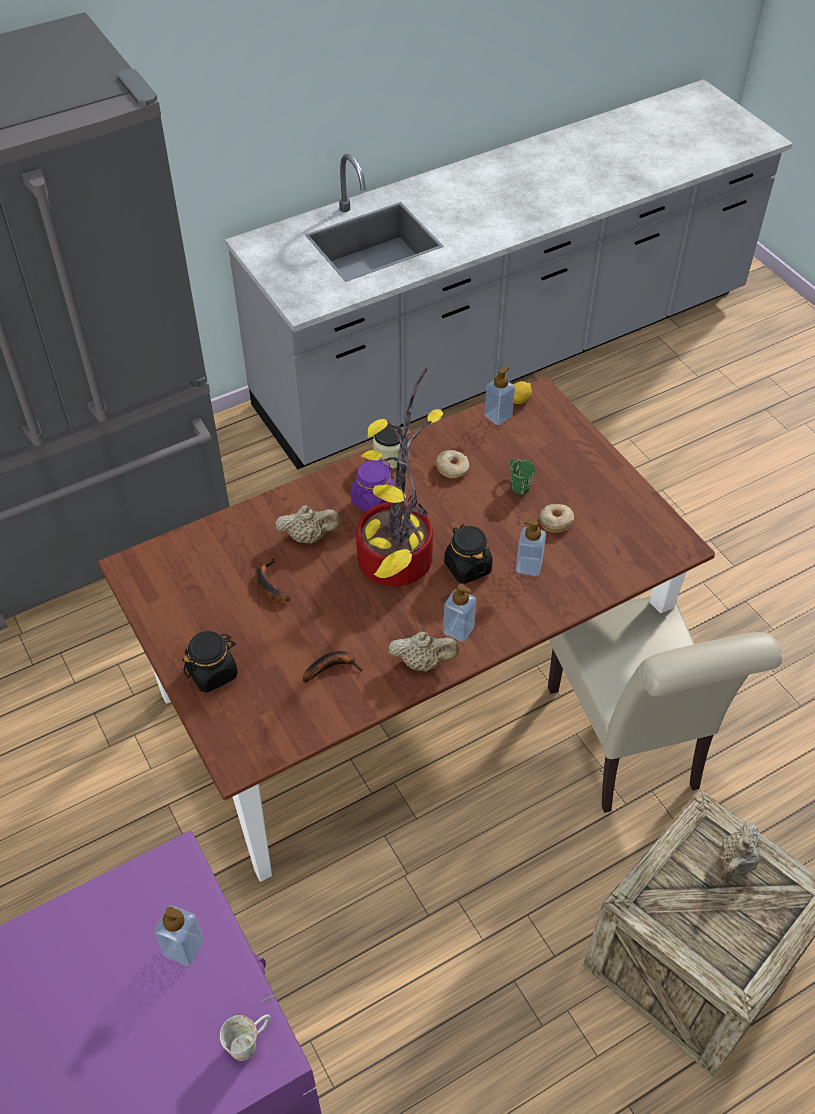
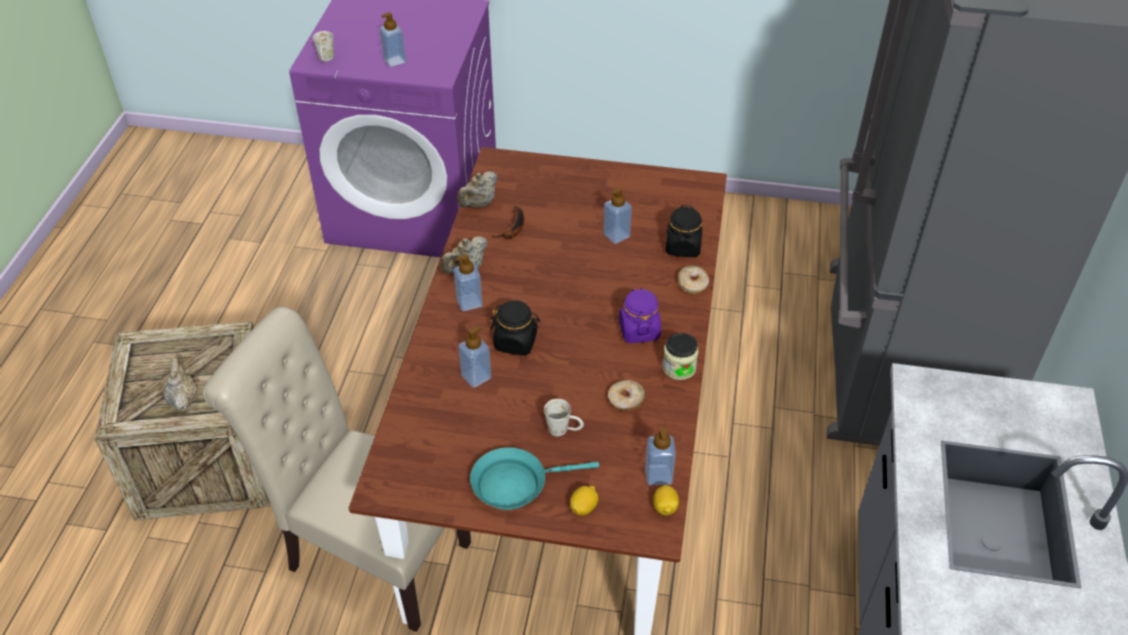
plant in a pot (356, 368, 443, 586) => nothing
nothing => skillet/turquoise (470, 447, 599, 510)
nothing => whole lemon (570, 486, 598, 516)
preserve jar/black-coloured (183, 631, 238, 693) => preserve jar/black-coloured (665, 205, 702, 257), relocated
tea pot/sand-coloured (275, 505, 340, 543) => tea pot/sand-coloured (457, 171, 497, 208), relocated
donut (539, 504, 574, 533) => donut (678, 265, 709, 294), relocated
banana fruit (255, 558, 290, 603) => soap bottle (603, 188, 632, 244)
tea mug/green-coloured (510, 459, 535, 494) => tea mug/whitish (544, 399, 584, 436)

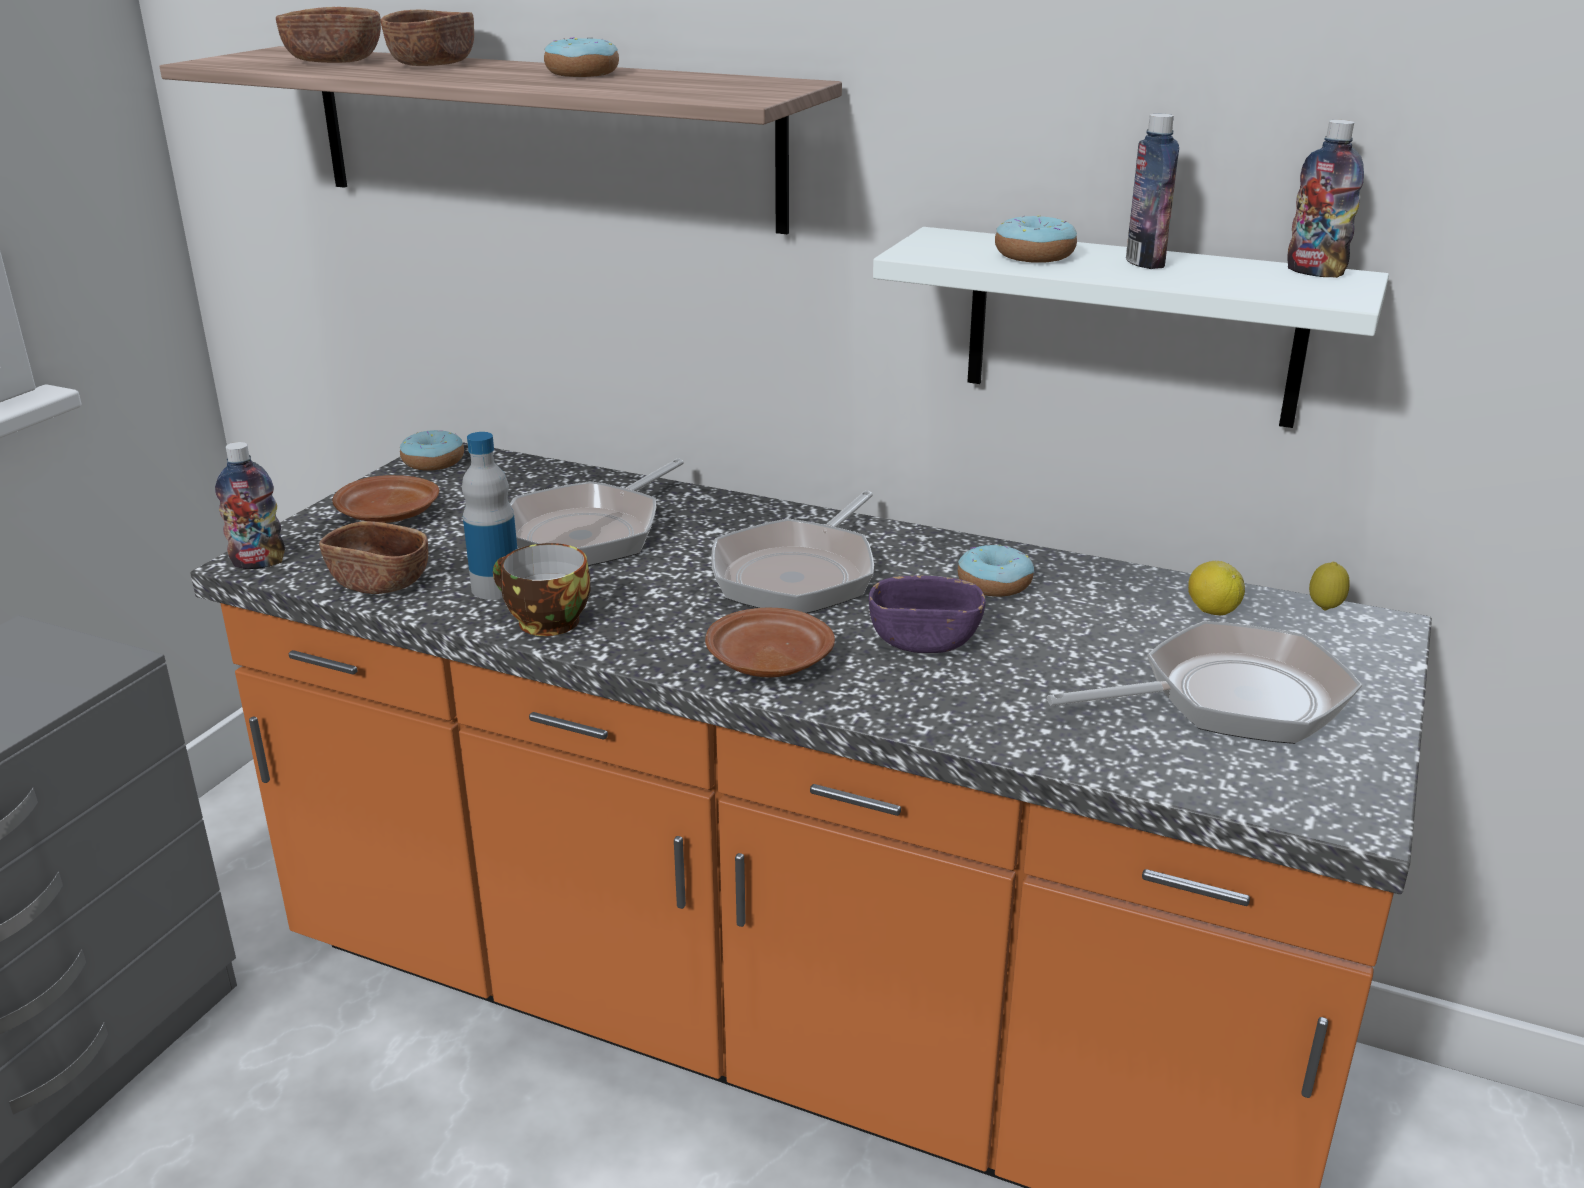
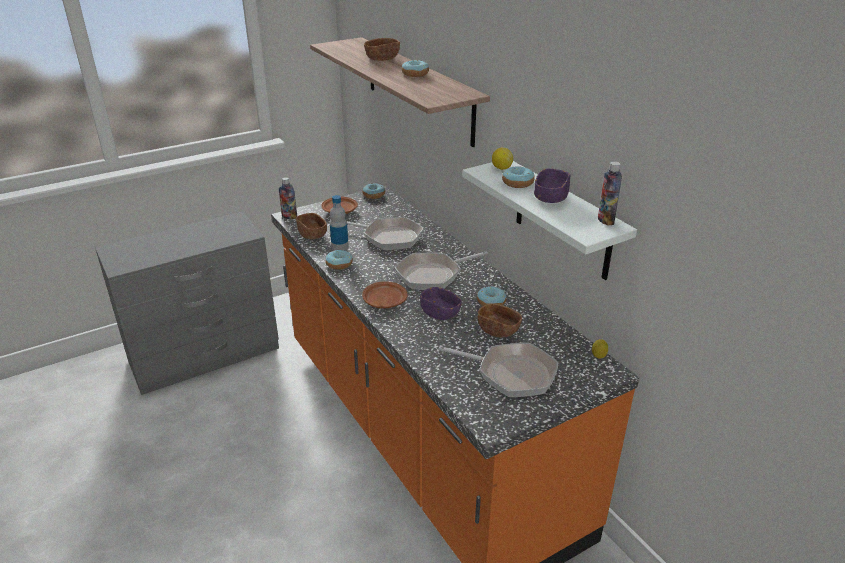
serving bowl/brown (276, 7, 381, 63) => serving bowl/brown (478, 303, 522, 338), relocated
whole lemon (1188, 561, 1245, 615) => whole lemon (492, 148, 513, 170), relocated
small cup (493, 543, 591, 636) => donut (325, 250, 353, 270)
drink bottle (1126, 114, 1179, 269) => serving bowl/purple-coloured (534, 169, 570, 203)
skillet (510, 459, 684, 566) => skillet (347, 217, 424, 250), 135 degrees counterclockwise

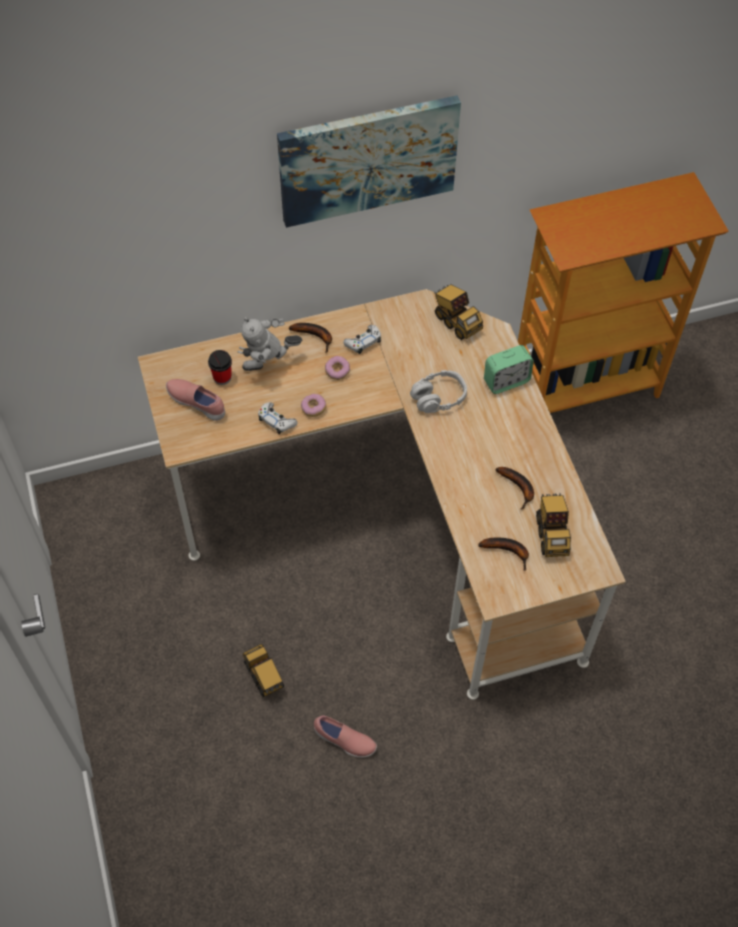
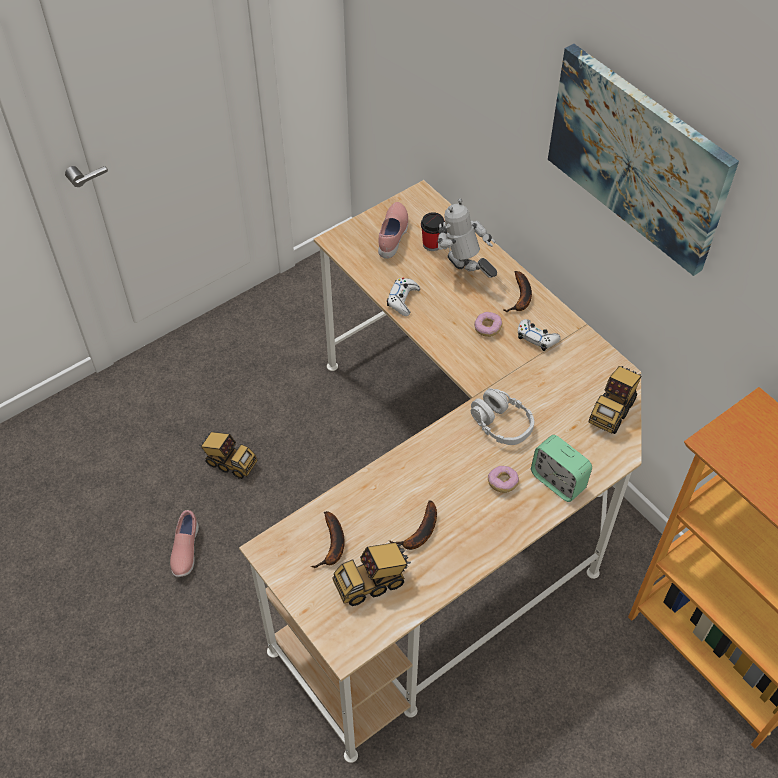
donut (301, 394, 326, 417) => donut (488, 466, 519, 493), relocated
toy lorry (243, 644, 284, 697) => toy lorry (199, 432, 258, 479), 75 degrees clockwise

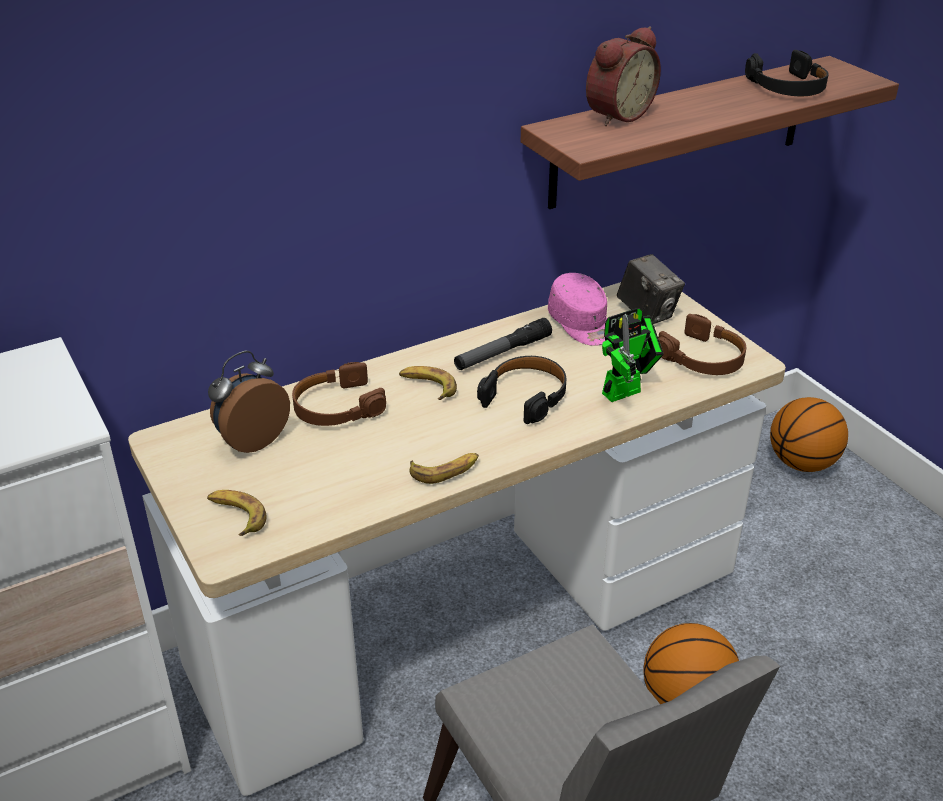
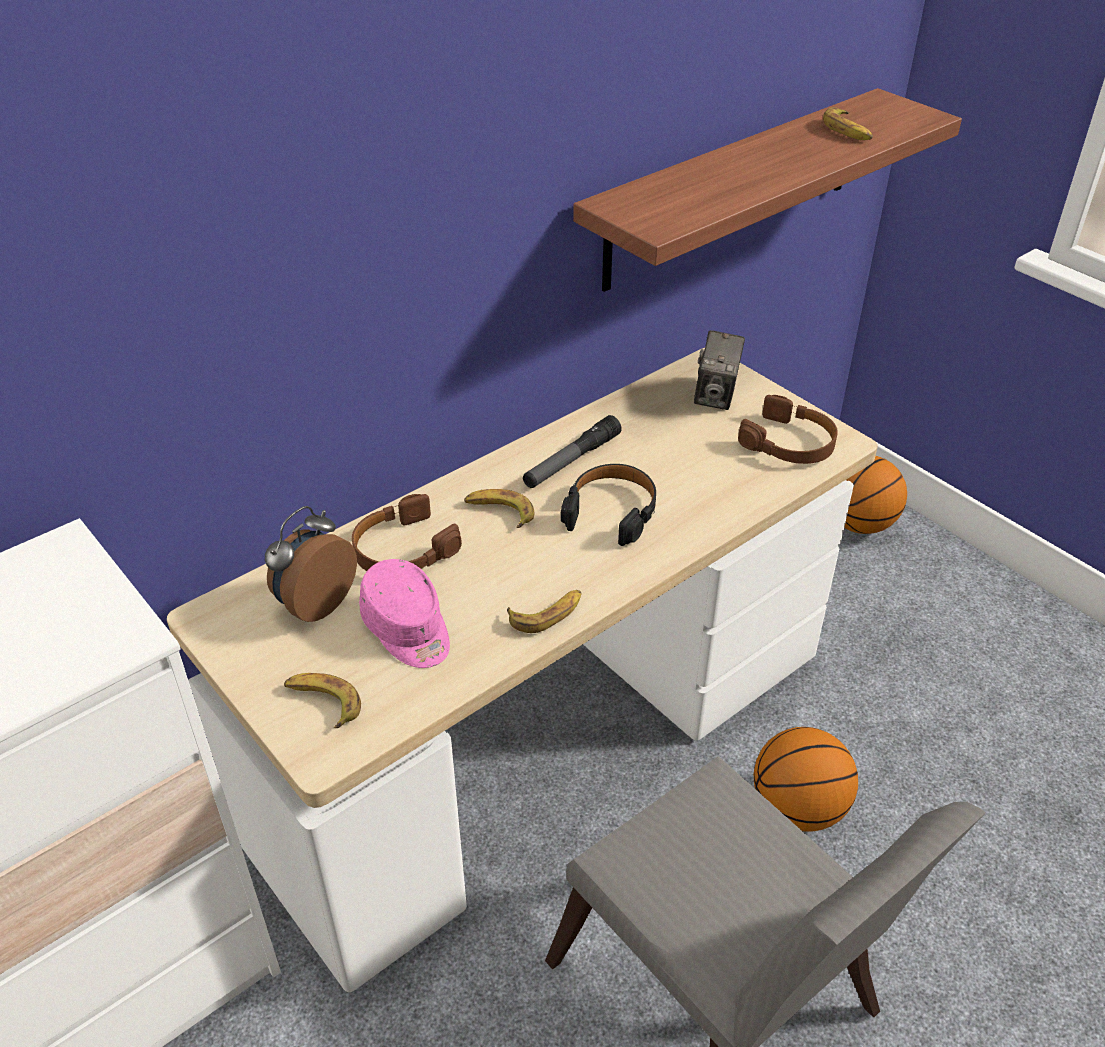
alarm clock (586, 26, 661, 126) => nothing
model robot (602, 308, 664, 402) => nothing
baseball cap/pink-coloured (548, 273, 607, 346) => baseball cap/pink-coloured (359, 559, 450, 668), relocated
headphones/black-coloured (745, 50, 829, 97) => banana fruit (823, 107, 873, 140)
photo camera (617, 254, 685, 324) => photo camera (694, 330, 745, 410), 60 degrees clockwise

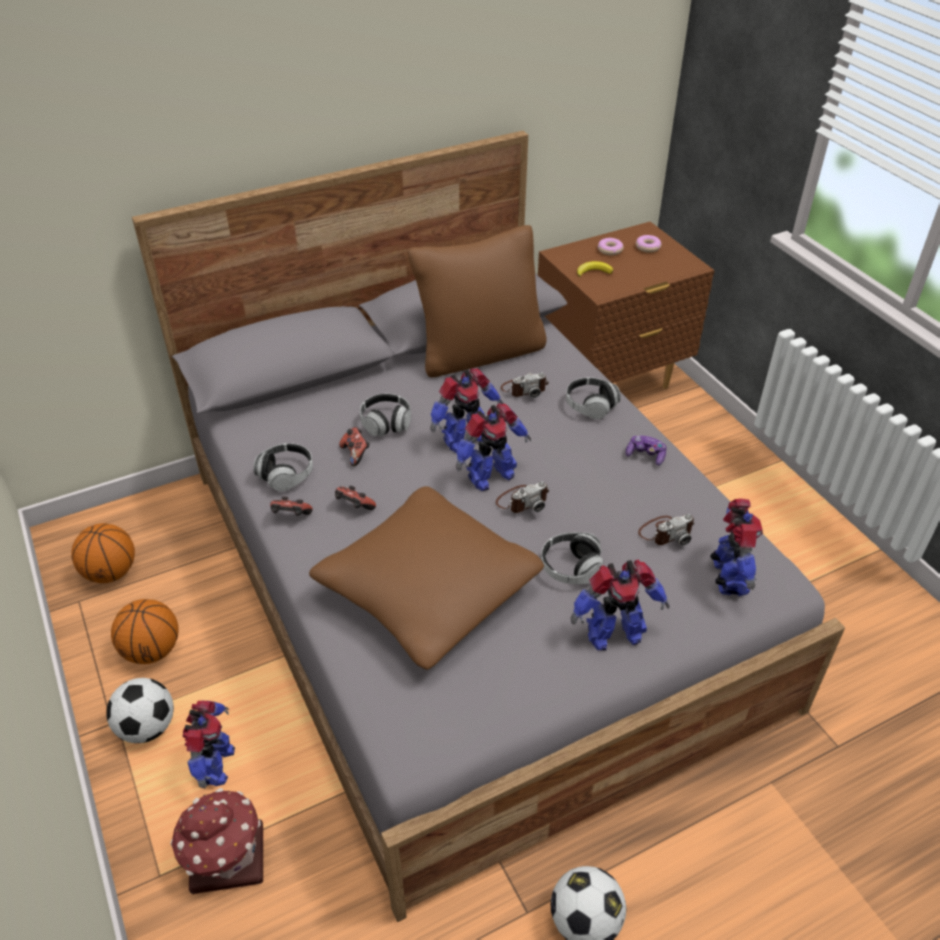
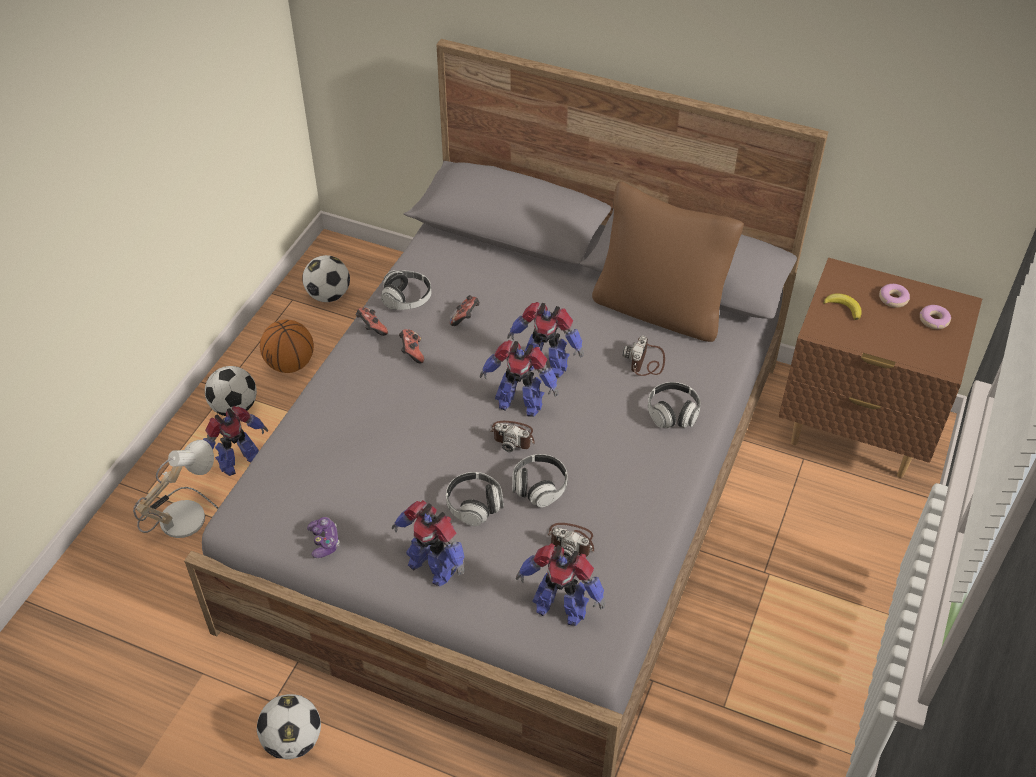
throw pillow/brown (309, 486, 544, 670) => nothing
headphones (360, 394, 411, 436) => headphones (512, 454, 568, 507), relocated
joypad (626, 435, 667, 466) => joypad (307, 517, 340, 558), relocated
basketball (71, 523, 135, 583) => football (302, 255, 350, 302)
toy house (170, 788, 263, 894) => lamp for a table (133, 440, 218, 538)
photo camera (501, 372, 549, 398) => photo camera (623, 336, 665, 376), 75 degrees clockwise
model robot (710, 499, 763, 597) => model robot (516, 543, 605, 626), 60 degrees clockwise

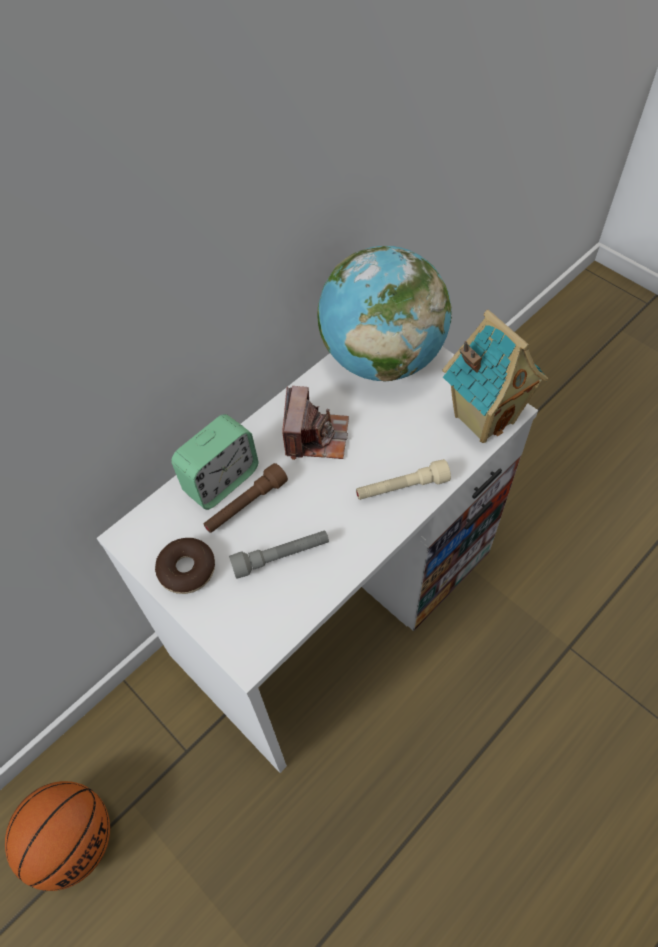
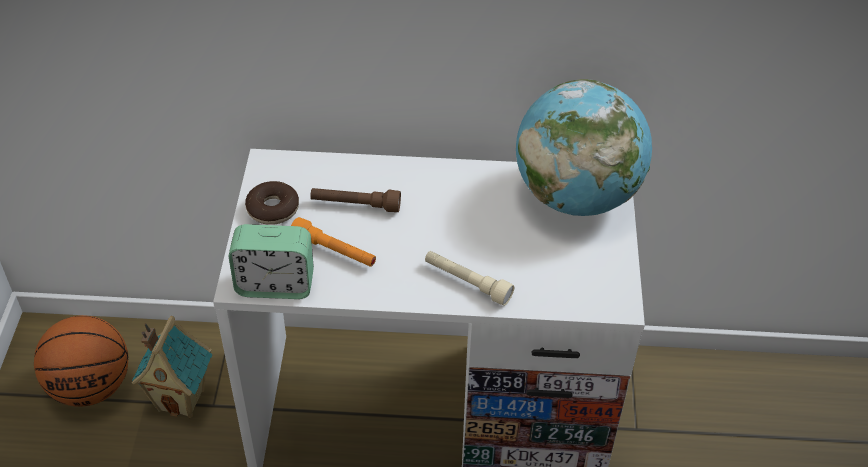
photo camera (282, 386, 349, 460) => nothing
alarm clock (172, 414, 258, 510) => alarm clock (229, 224, 314, 299), relocated
toy house (442, 310, 548, 443) => toy house (132, 316, 212, 418), relocated
flashlight/greyish (229, 530, 329, 579) => flashlight/orangey (291, 217, 376, 267)

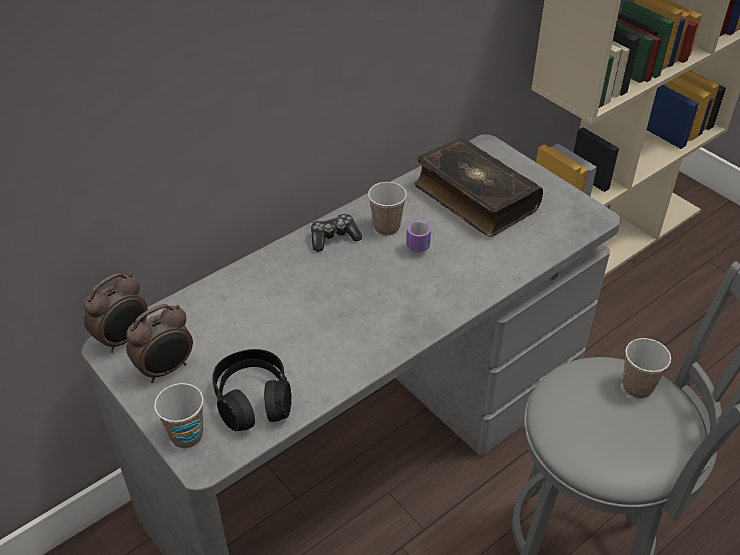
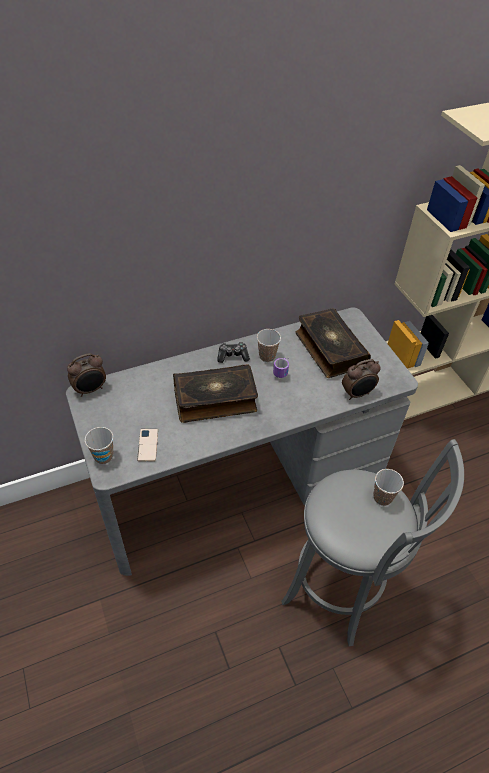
nothing => bound book (173, 364, 258, 423)
alarm clock (126, 304, 193, 383) => alarm clock (342, 359, 381, 400), relocated
headphones/black-coloured (212, 349, 292, 431) => handset (137, 429, 158, 461)

